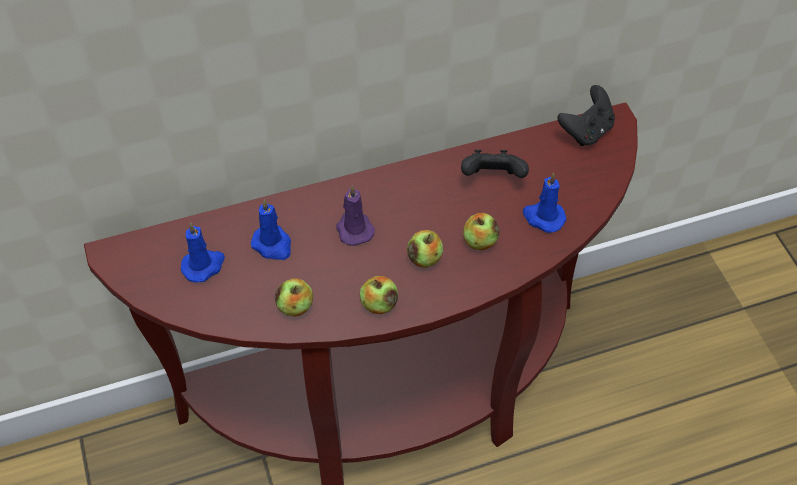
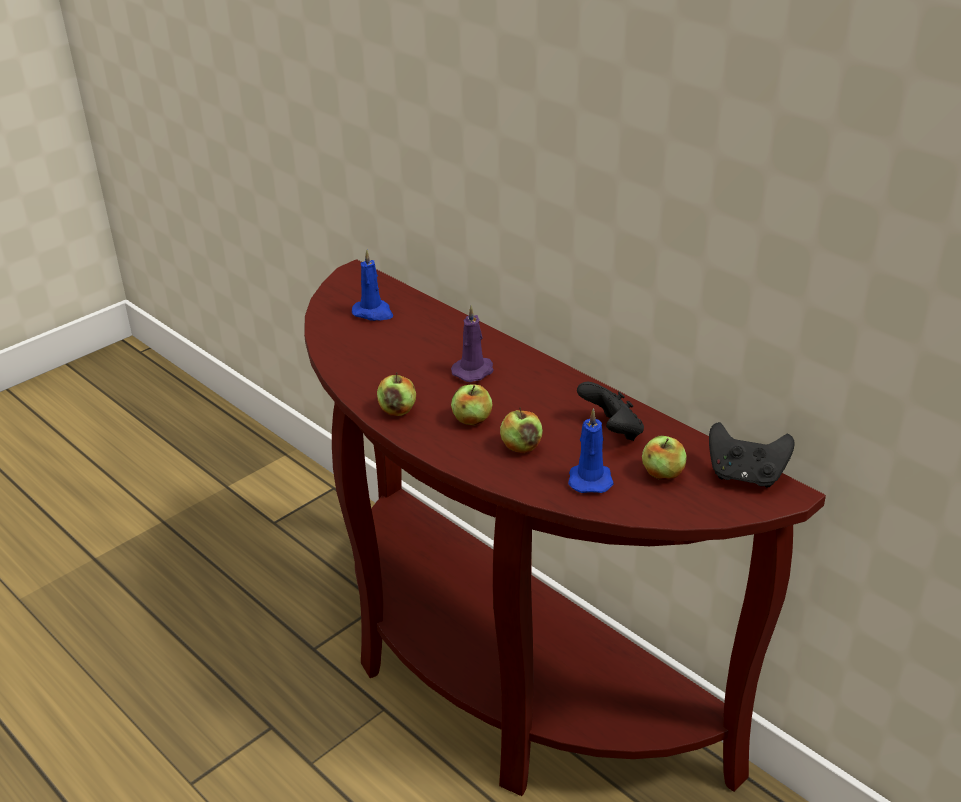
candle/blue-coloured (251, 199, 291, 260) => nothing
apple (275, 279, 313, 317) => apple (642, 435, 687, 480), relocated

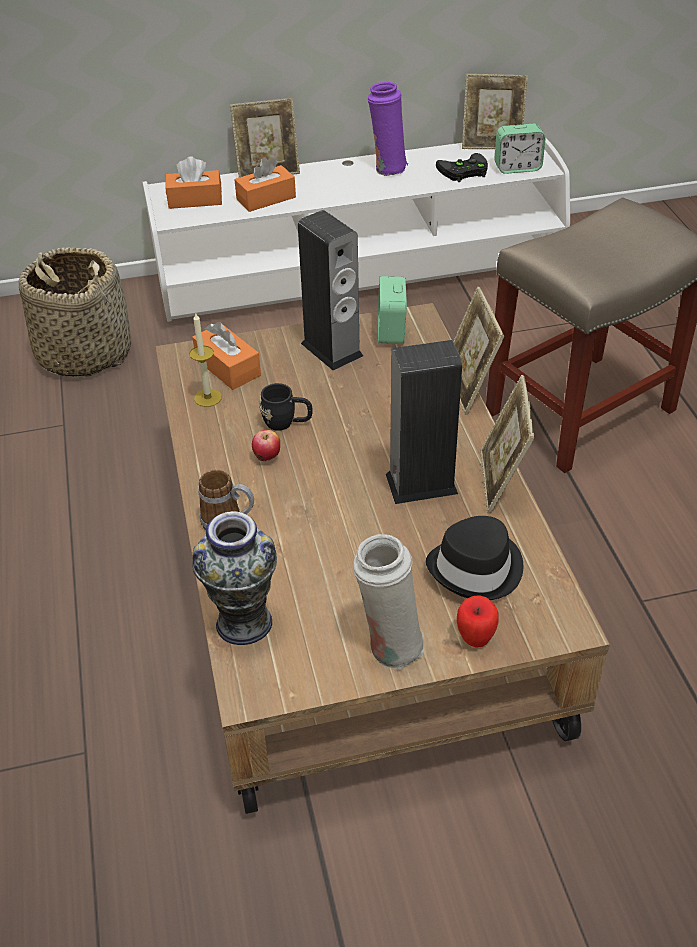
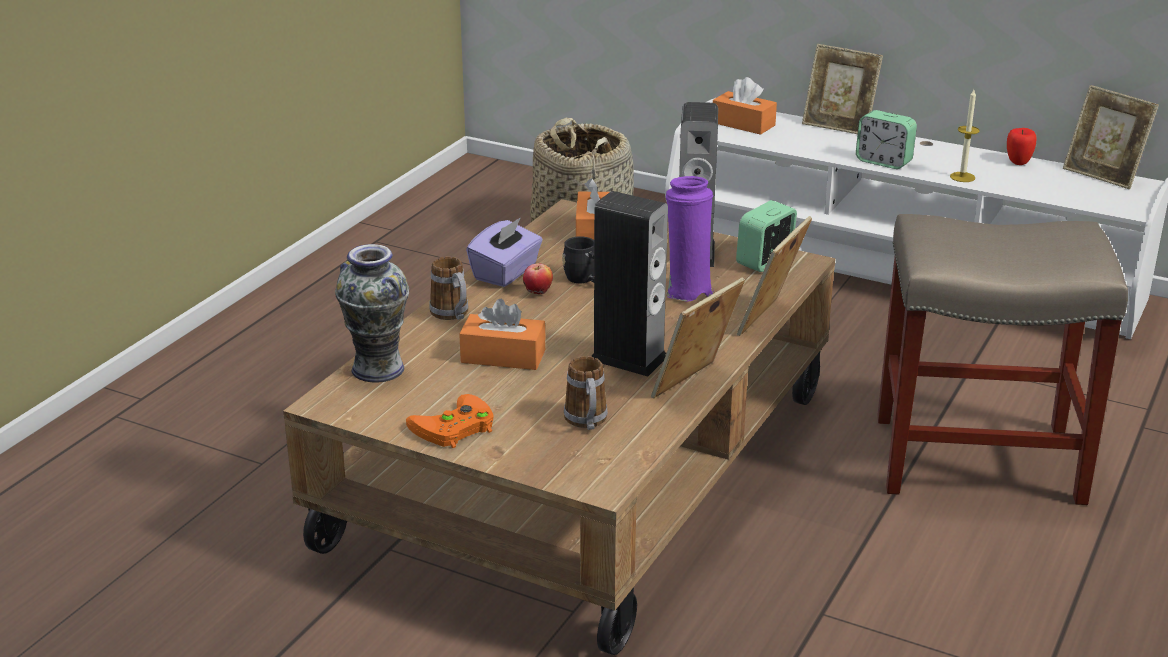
joypad/black-coloured (436, 153, 488, 182) => nothing
nothing => box of tissues/purple-coloured (466, 217, 543, 287)
candle (189, 312, 222, 407) => candle (950, 90, 980, 182), relocated
box of tissues/orangey (234, 157, 296, 212) => box of tissues/orangey (459, 299, 546, 370), relocated
vase/purple-coloured (368, 82, 408, 176) => vase/purple-coloured (666, 176, 714, 302), relocated
apple (457, 595, 499, 648) => apple (1007, 128, 1037, 165), relocated
alarm clock (495, 124, 546, 174) => alarm clock (856, 110, 917, 169), relocated
vase/whitish (353, 534, 423, 669) => joypad/orangey (406, 394, 494, 448)
clothing hat/black-coloured (426, 516, 523, 600) => tea mug (564, 356, 608, 430)

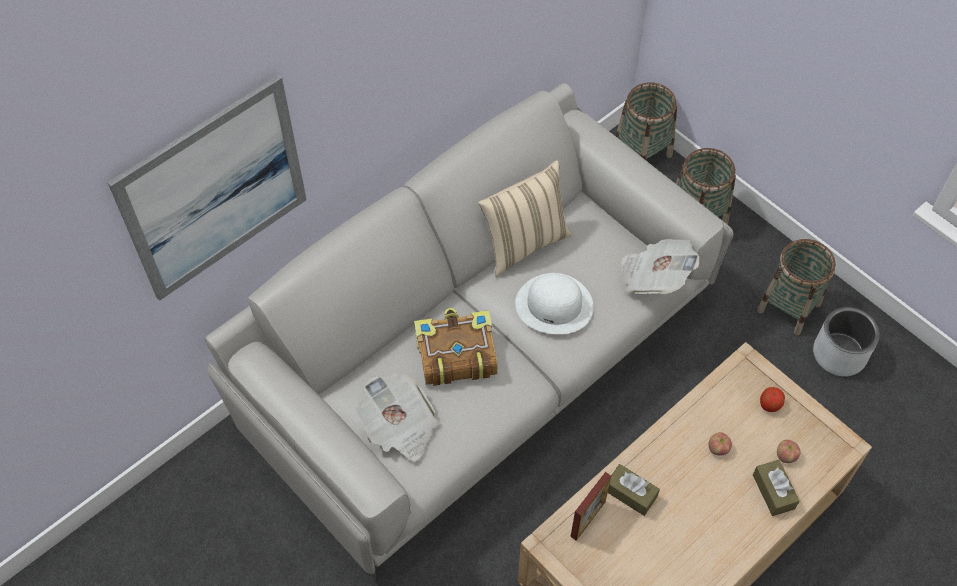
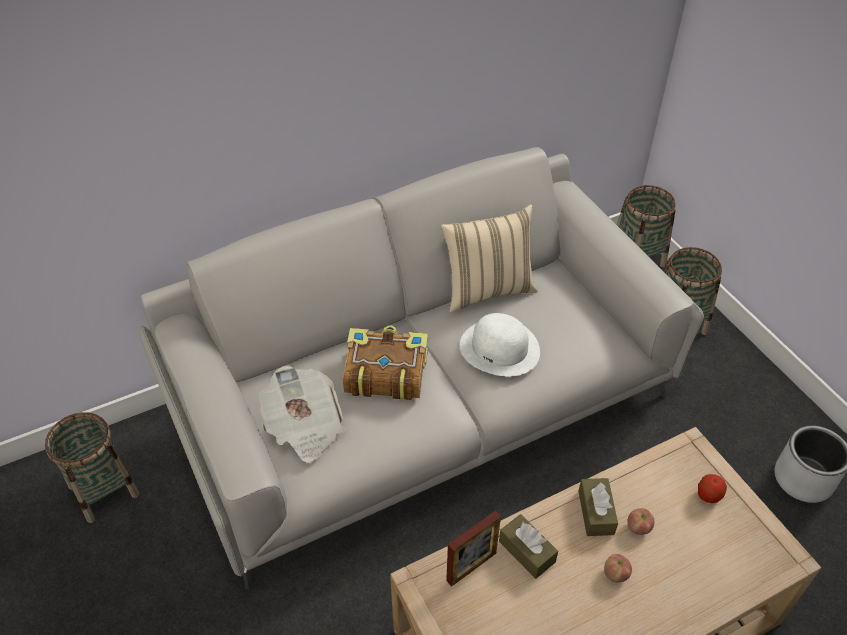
picture (108, 75, 307, 301) => nothing
printed paper (621, 239, 700, 294) => nothing
box of tissues/brown (753, 460, 799, 516) => box of tissues/brown (578, 478, 618, 536), relocated
household basket (757, 239, 836, 335) => household basket (45, 413, 139, 523), relocated
apple (777, 440, 801, 463) => apple (604, 554, 632, 582), relocated

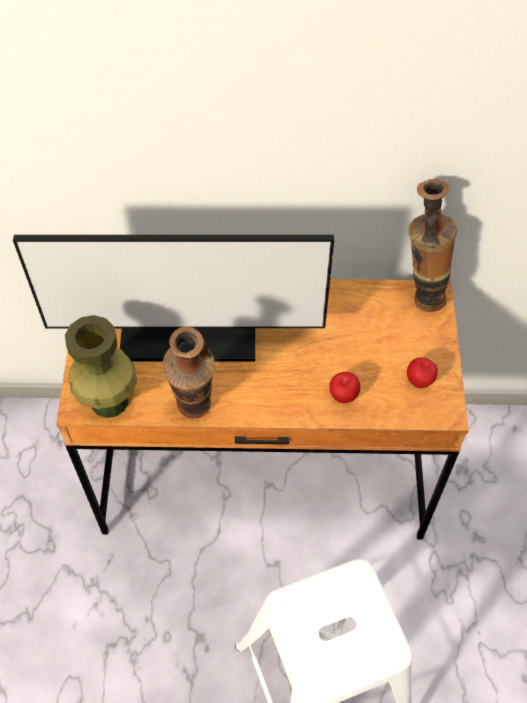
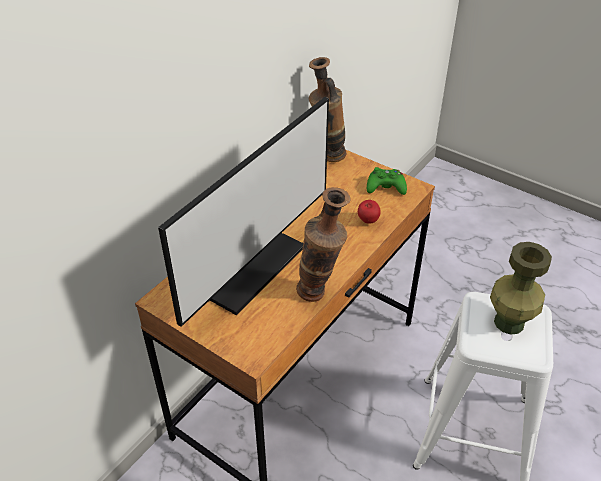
vase/green-coloured (65, 315, 137, 418) => vase/green-coloured (490, 242, 552, 334), relocated
apple (407, 357, 438, 388) => joypad/green-coloured (367, 167, 407, 195)

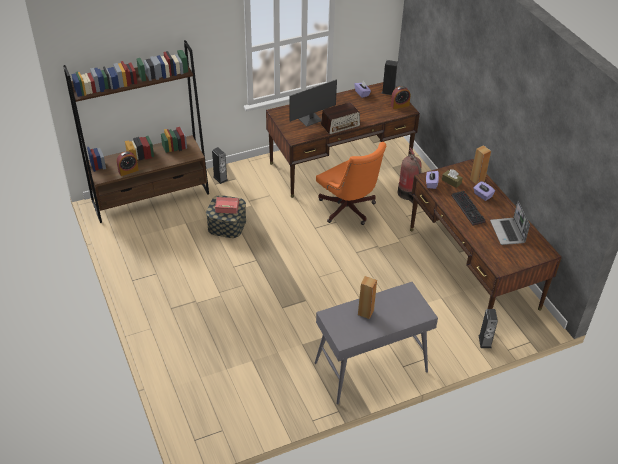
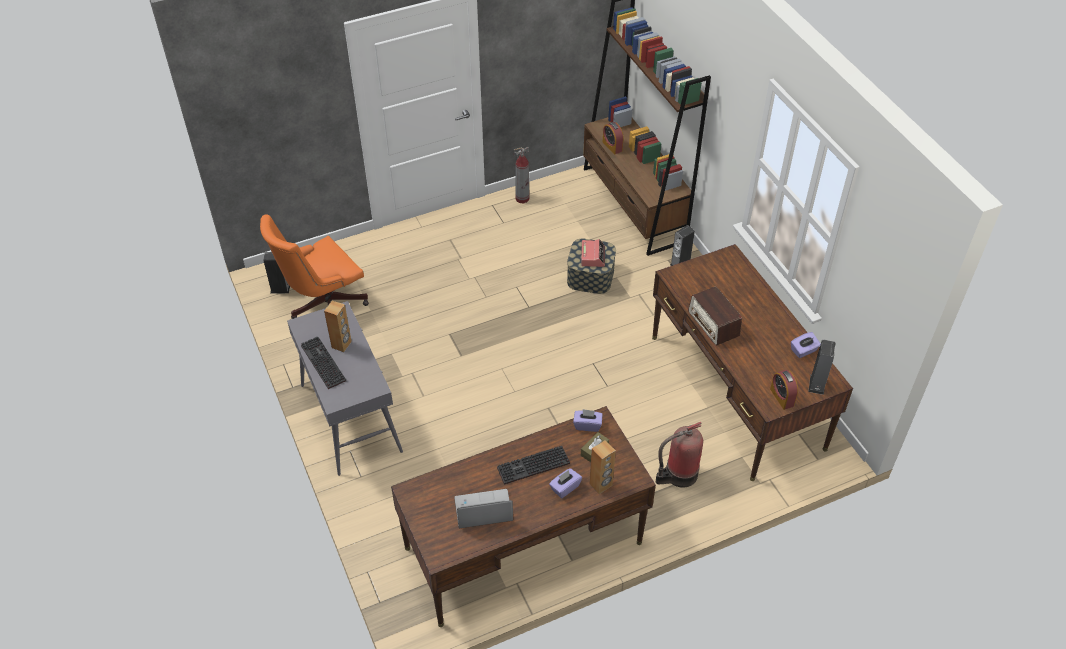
monitor (289, 79, 337, 127) => nothing
nothing => keyboard (301, 336, 346, 389)
nothing => extinguisher (514, 147, 530, 203)
computer chair/orangey (316, 142, 387, 225) => computer chair/orangey (260, 214, 369, 319), relocated
audio speaker (478, 309, 498, 348) => audio speaker (263, 252, 290, 293), relocated

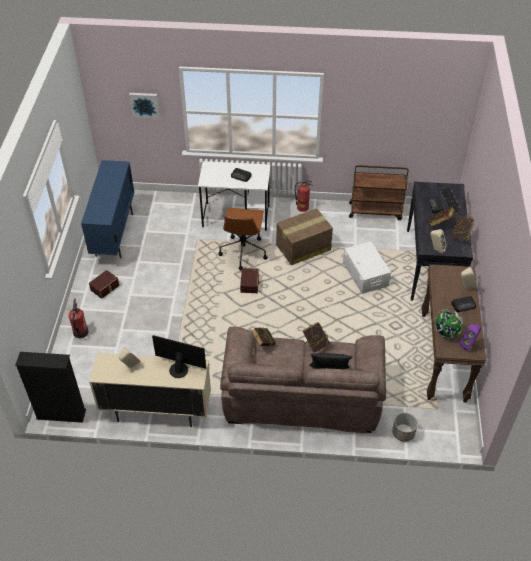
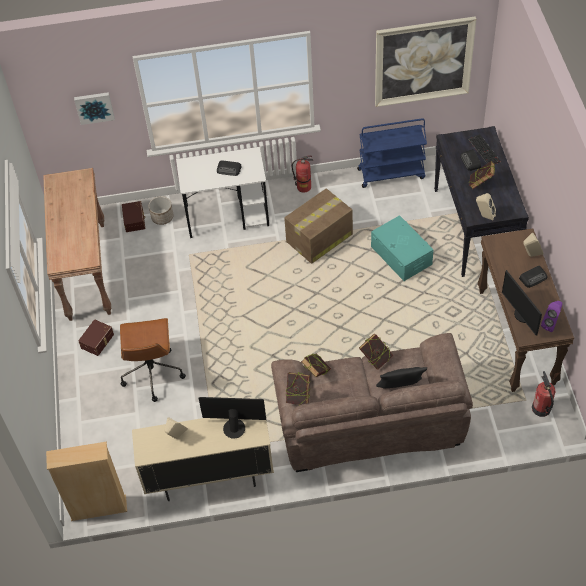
nothing => picture (375, 16, 476, 107)
extinguisher (69, 298, 89, 338) => extinguisher (532, 371, 555, 417), relocated
computer chair/brown (218, 208, 268, 271) => computer chair/brown (120, 318, 186, 402), relocated
storage bin/brown (240, 268, 260, 293) => storage bin/brown (122, 201, 146, 232), relocated
plant pot (392, 413, 418, 442) => plant pot (149, 196, 174, 225), relocated
bound book (451, 216, 474, 242) => bound book (286, 372, 310, 405), relocated
cabinet/blue-coloured (81, 160, 134, 258) => narrow table/brown (43, 168, 111, 321)
globe (435, 309, 464, 338) => monitor (502, 270, 542, 335)
bookshelf/black-coloured (15, 352, 86, 423) => bookshelf/sand-coloured (46, 442, 127, 521)
storage bin/whitish (343, 241, 391, 294) => storage bin/turquoise (371, 215, 434, 281)
cart/brown (349, 165, 408, 220) => cart/blue-coloured (357, 118, 427, 188)

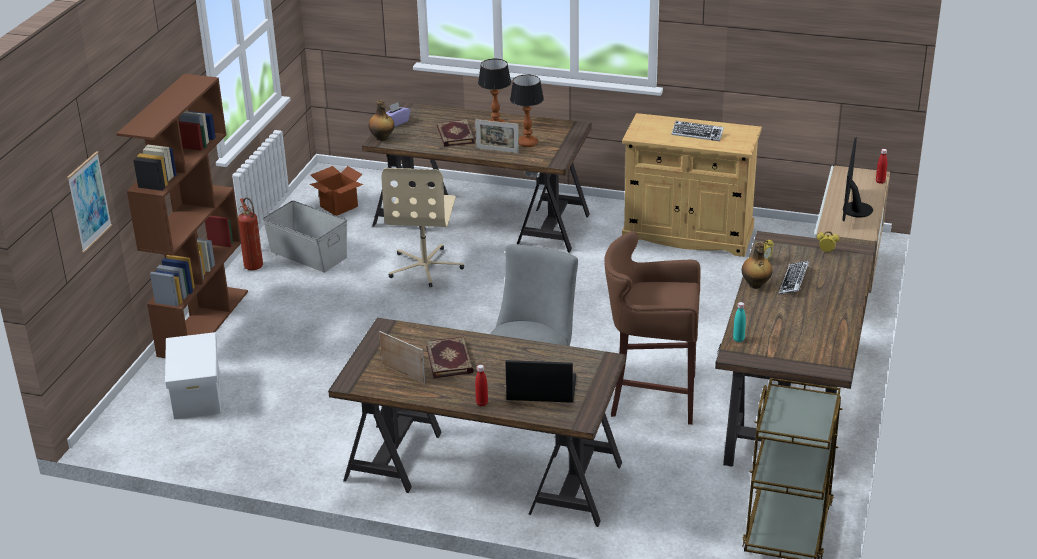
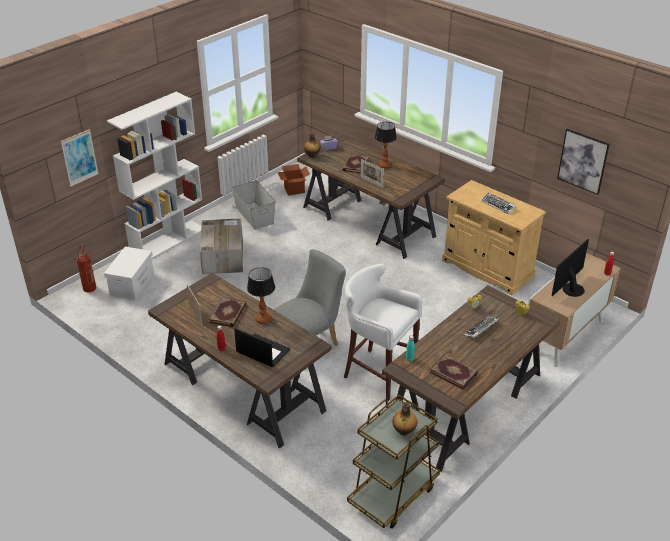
computer chair/sand-coloured (382, 168, 464, 287) => nothing
nothing => cardboard box (200, 218, 243, 274)
nothing => bound book (429, 355, 478, 390)
nothing => picture (557, 129, 610, 195)
extinguisher (238, 197, 263, 270) => extinguisher (76, 244, 96, 292), relocated
lamp for a table (510, 74, 544, 147) => lamp for a table (247, 267, 275, 324), relocated
drink bottle (742, 242, 773, 289) => drink bottle (392, 402, 417, 436), relocated
bookshelf/brown (116, 74, 248, 358) => bookshelf/whitish (107, 92, 202, 259)
sitting stool/brown (604, 231, 700, 425) => sitting stool/whitish (344, 264, 422, 401)

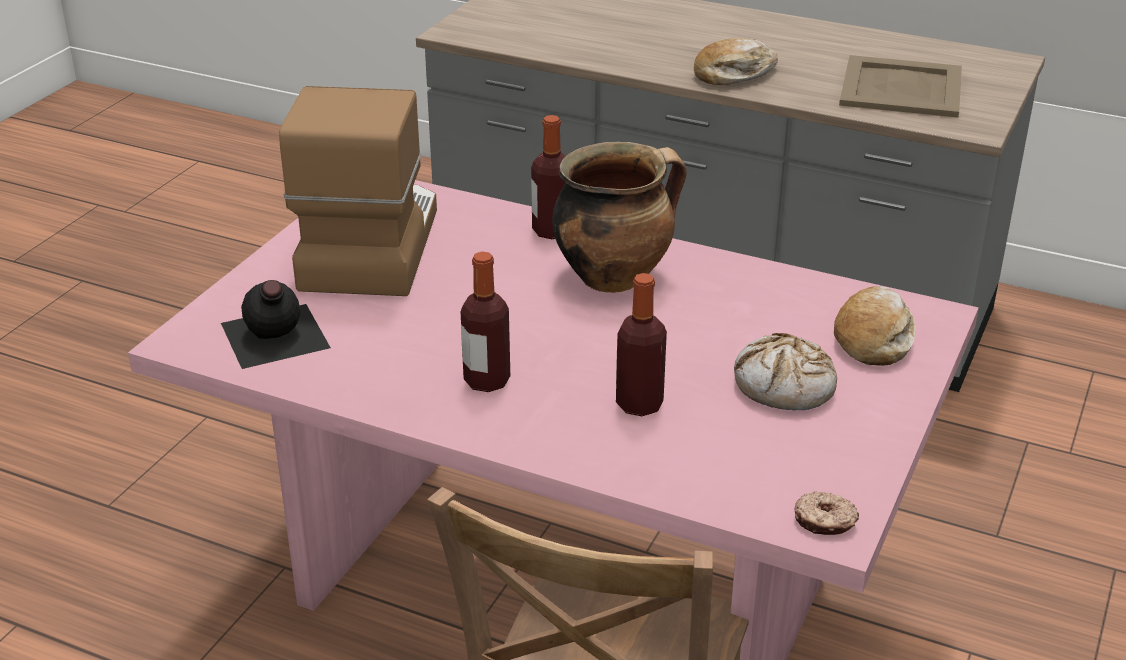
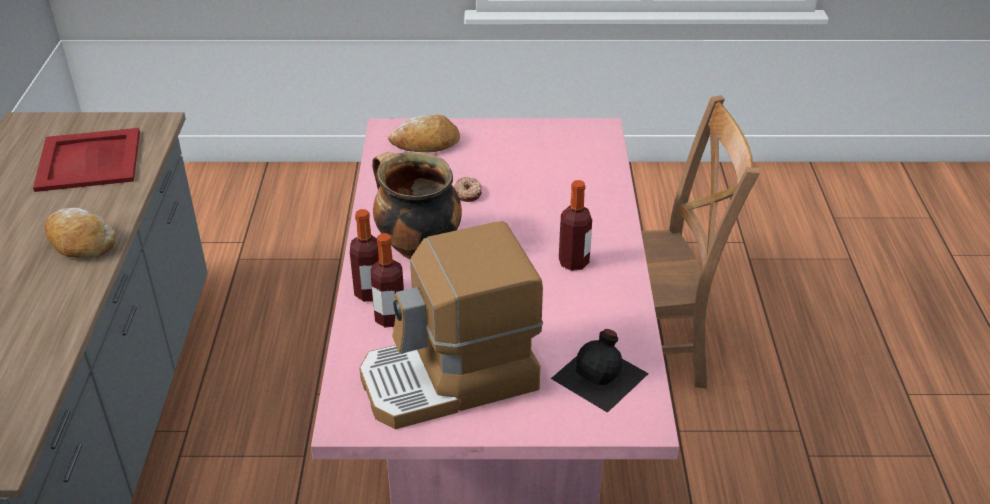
bread (734, 333, 837, 410) => nothing
drink bottle (616, 273, 667, 416) => drink bottle (371, 233, 404, 327), relocated
donut (794, 491, 859, 535) => donut (454, 177, 482, 202), relocated
carrying tray/sand-coloured (839, 55, 962, 117) => carrying tray/reddish (33, 128, 140, 192)

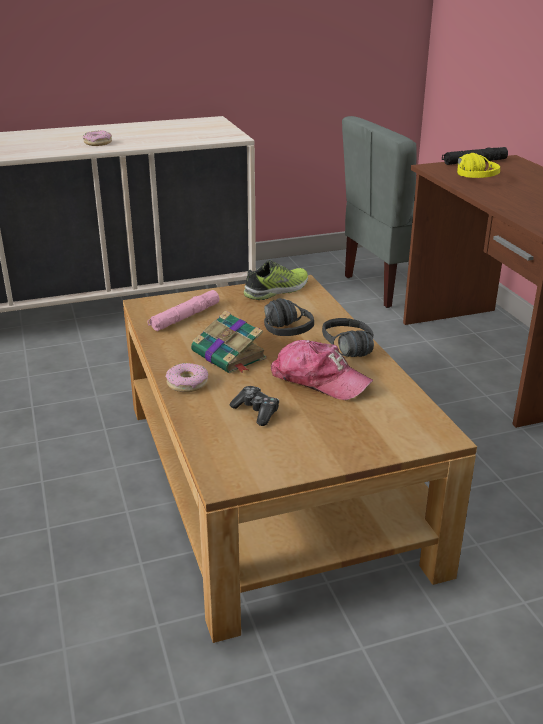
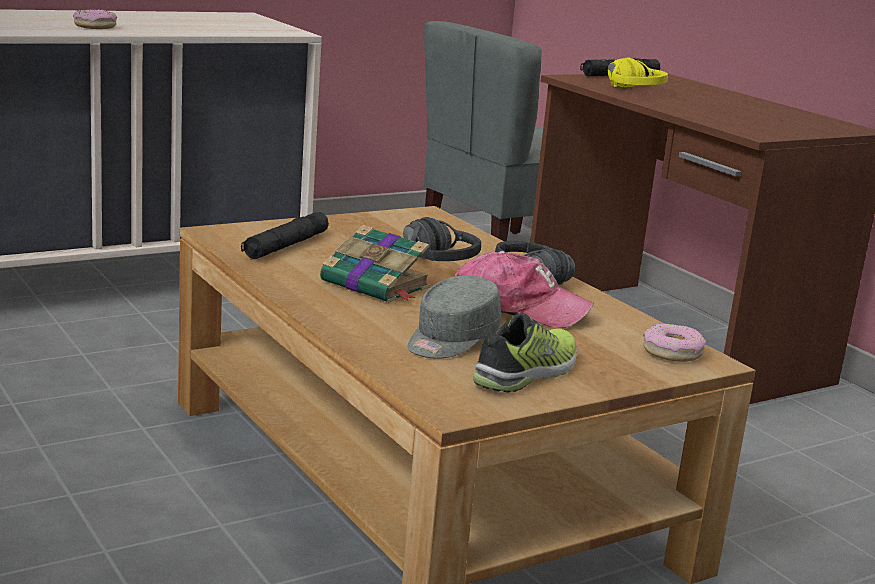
donut (166, 363, 208, 392) => donut (643, 323, 706, 362), relocated
shoe (244, 260, 308, 300) => shoe (473, 313, 577, 393), relocated
joypad (230, 386, 279, 426) => baseball cap/greyish (407, 276, 501, 359)
flashlight/pink-coloured (148, 290, 220, 331) => flashlight/black-coloured (241, 212, 329, 259)

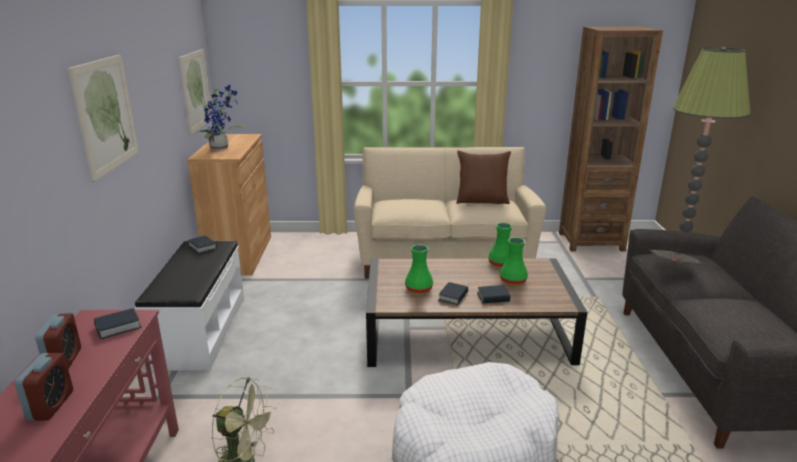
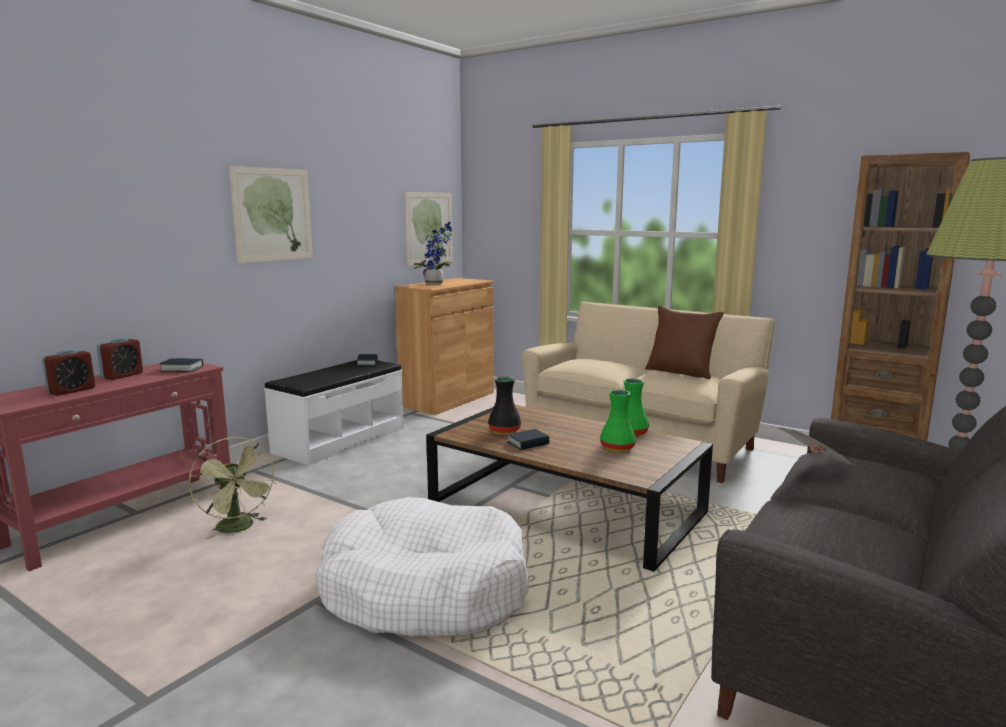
bound book (477, 285, 510, 303) => nothing
vase/green-coloured (405, 244, 433, 294) => vase/black-coloured (488, 377, 521, 434)

